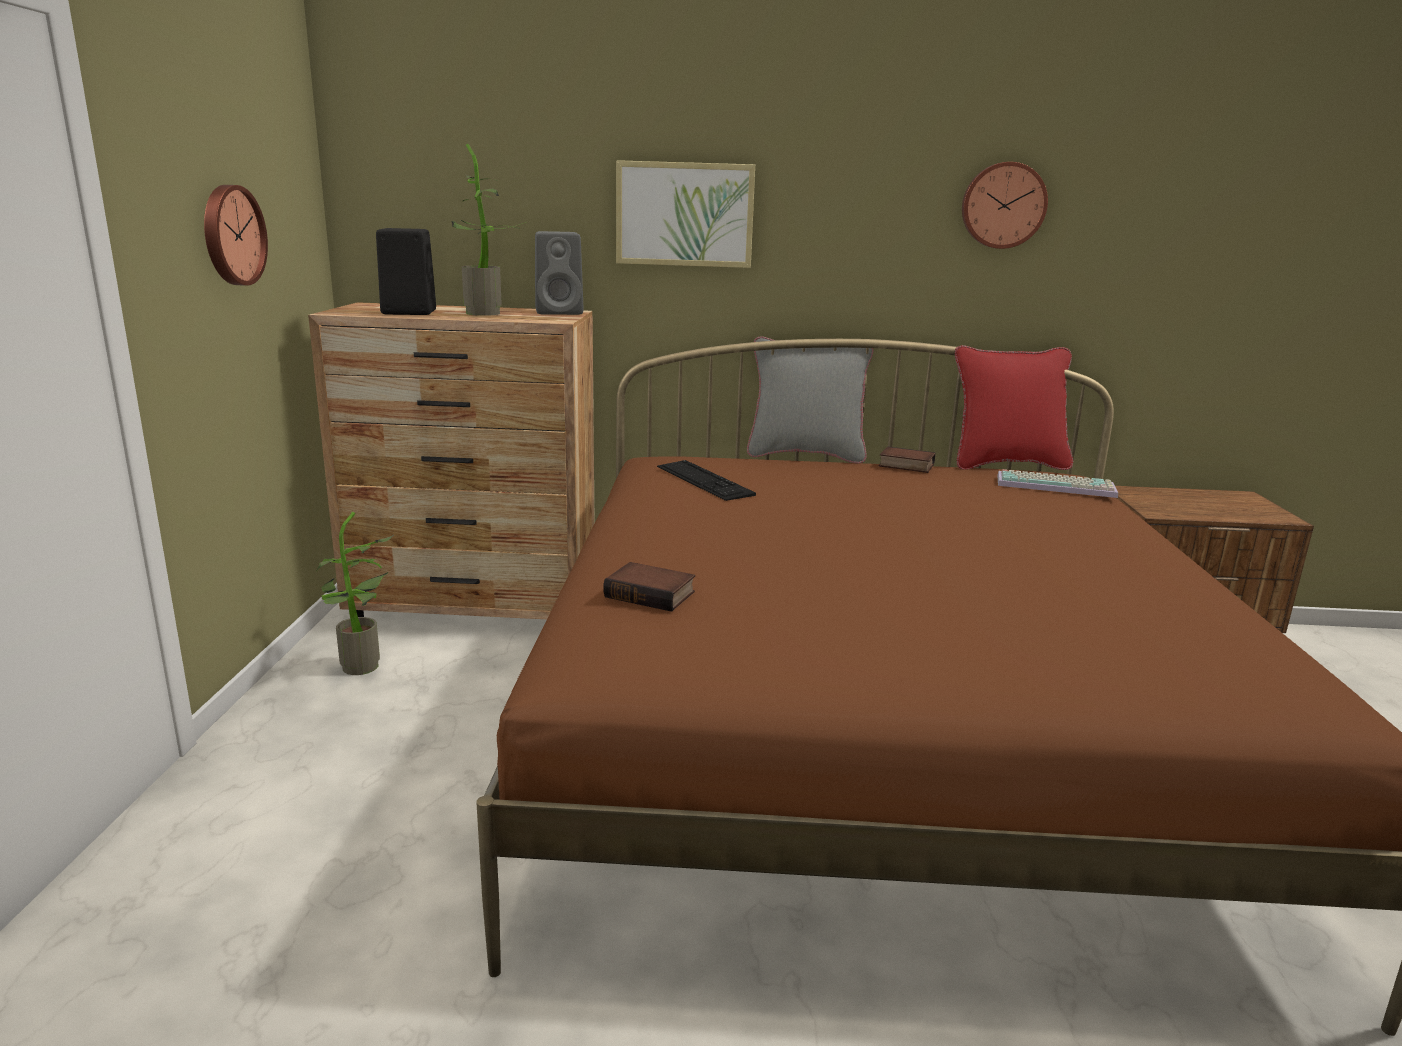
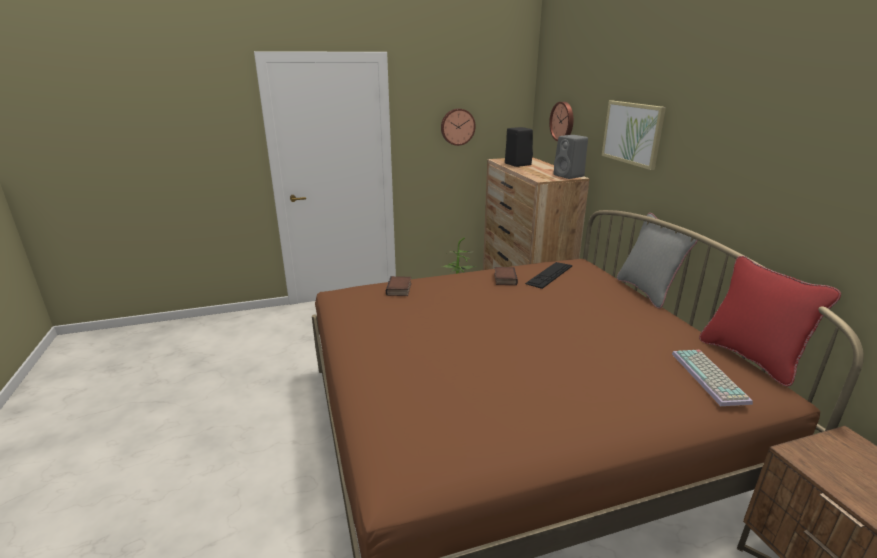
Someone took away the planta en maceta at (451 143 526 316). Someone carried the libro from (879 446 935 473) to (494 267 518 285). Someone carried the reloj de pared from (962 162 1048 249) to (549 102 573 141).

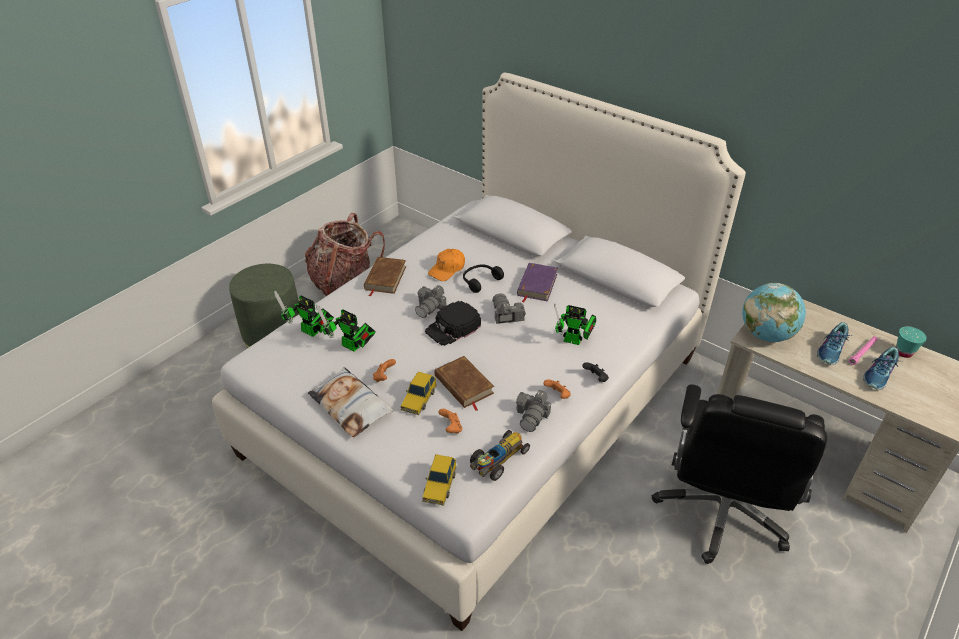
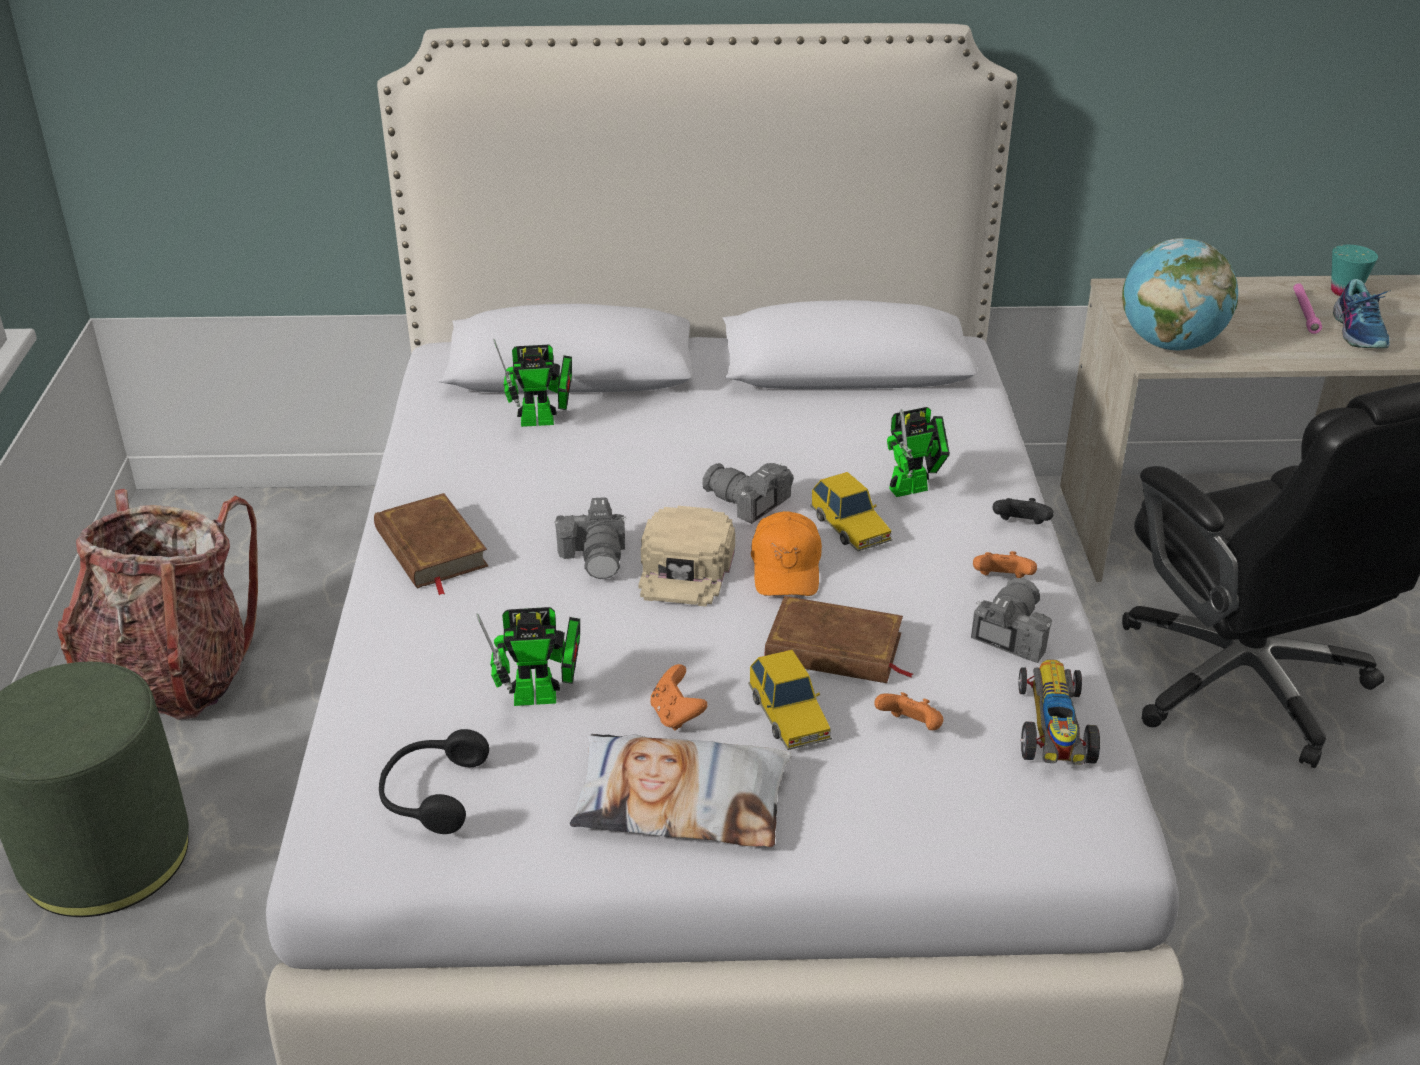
Someone carried the robot de juguete from (274 291 334 337) to (493 339 572 427). Someone carried the coche de juguete from (422 454 457 506) to (810 472 893 551). Someone repainted the gorra [negro] at (425 301 481 346), which became the gorra [beis] at (638 506 735 607). Someone carried the gorra [naranja] from (428 249 465 281) to (751 511 822 596). Someone carried the auriculares [negro] from (463 264 504 293) to (379 729 489 834). Someone rotated the cámara at (516 390 551 432) by 135 degrees counterclockwise. Someone took away the libro [morado] at (517 263 558 303). Someone took away the zapato at (817 322 851 365).

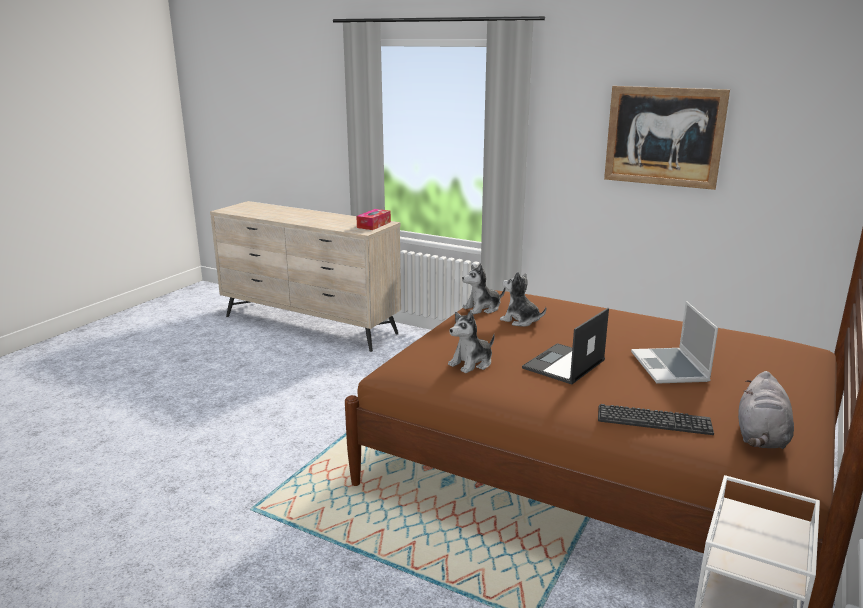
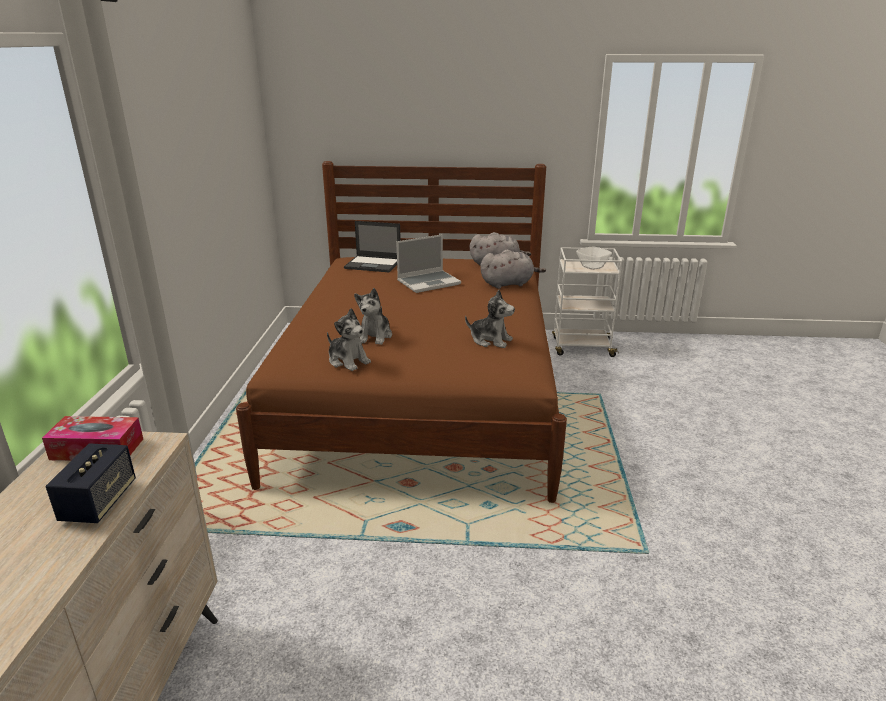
Someone carried the portátil from (522 308 609 384) to (344 221 401 273). Someone swapped the teclado at (598 404 714 435) for the peluche [gris] at (480 250 546 289). Someone took away the cuadro at (604 86 730 190). Someone put down the altavoz at (46 443 136 523). Someone put down the cuenco at (576 247 612 270).

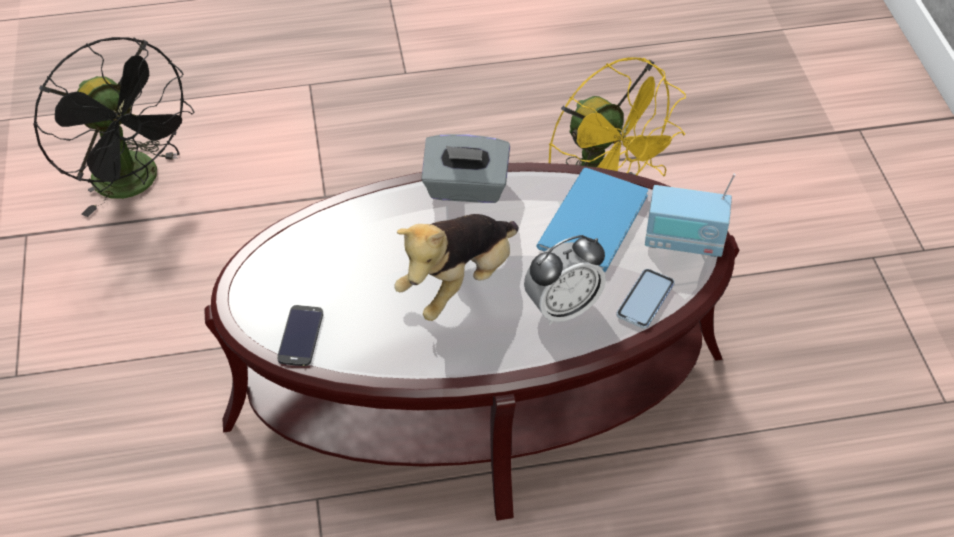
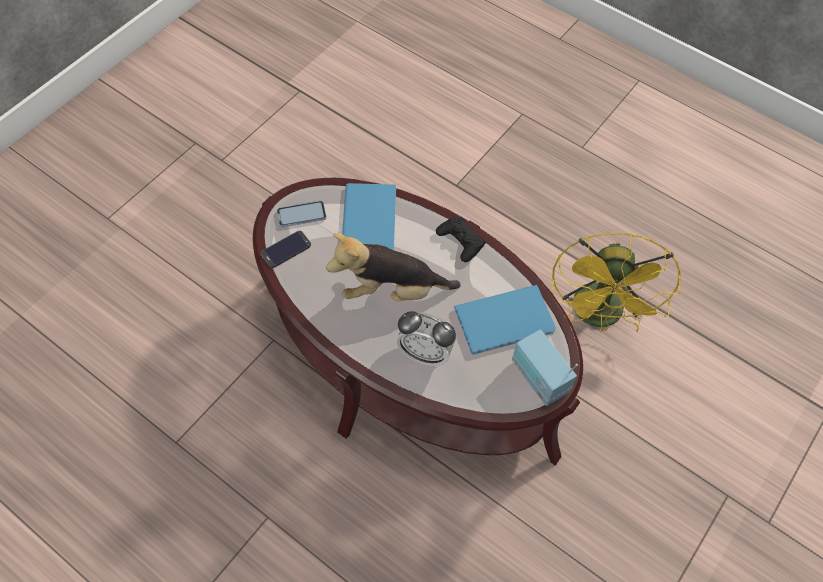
Someone took away the ventilador [negro] at (33 37 195 217). Someone swapped the caja de pañuelos [gris] at (421 134 510 203) for the mando de consola [negro] at (436 216 486 262). Someone carried the móvil from (616 269 675 329) to (277 201 327 227). Someone put down the libro [azul] at (342 183 396 250).

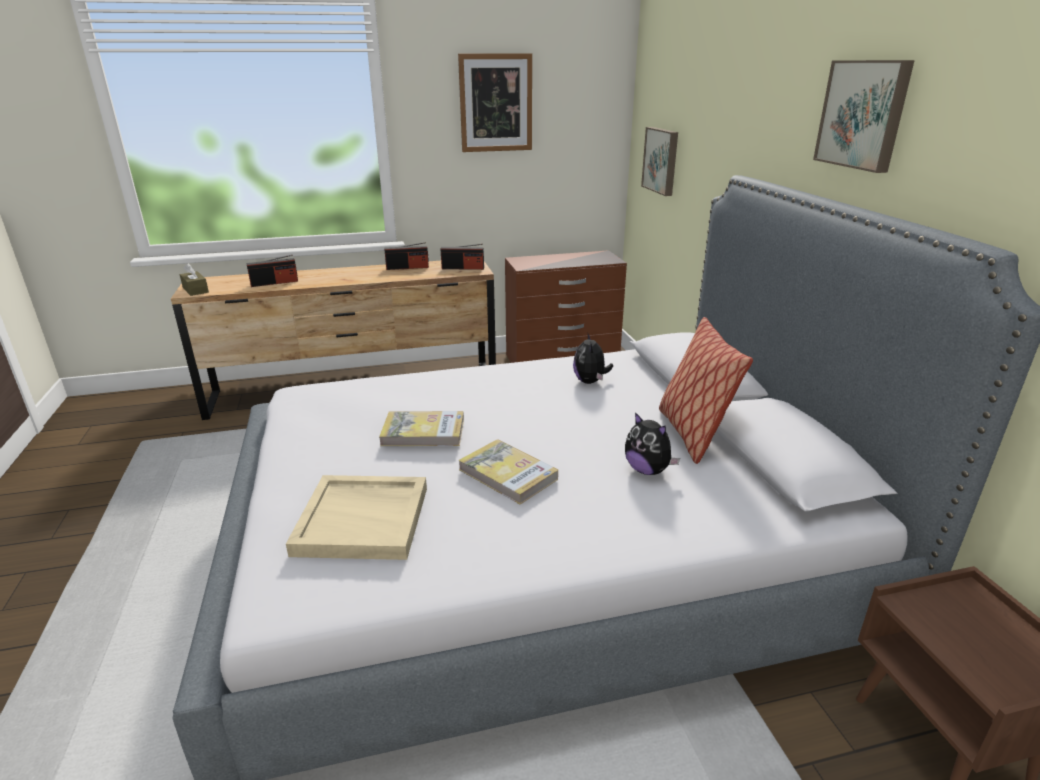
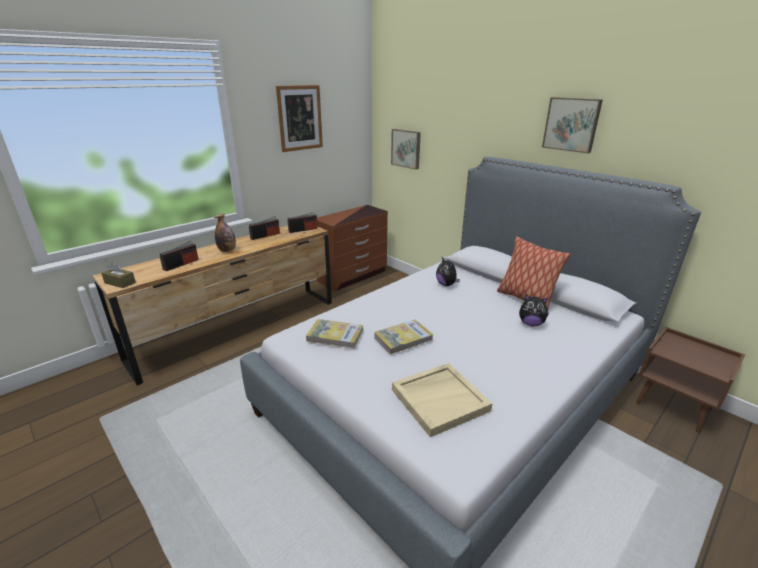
Someone carried the libro from (458 439 558 504) to (306 319 363 349). Someone put down the botella at (214 214 236 252).

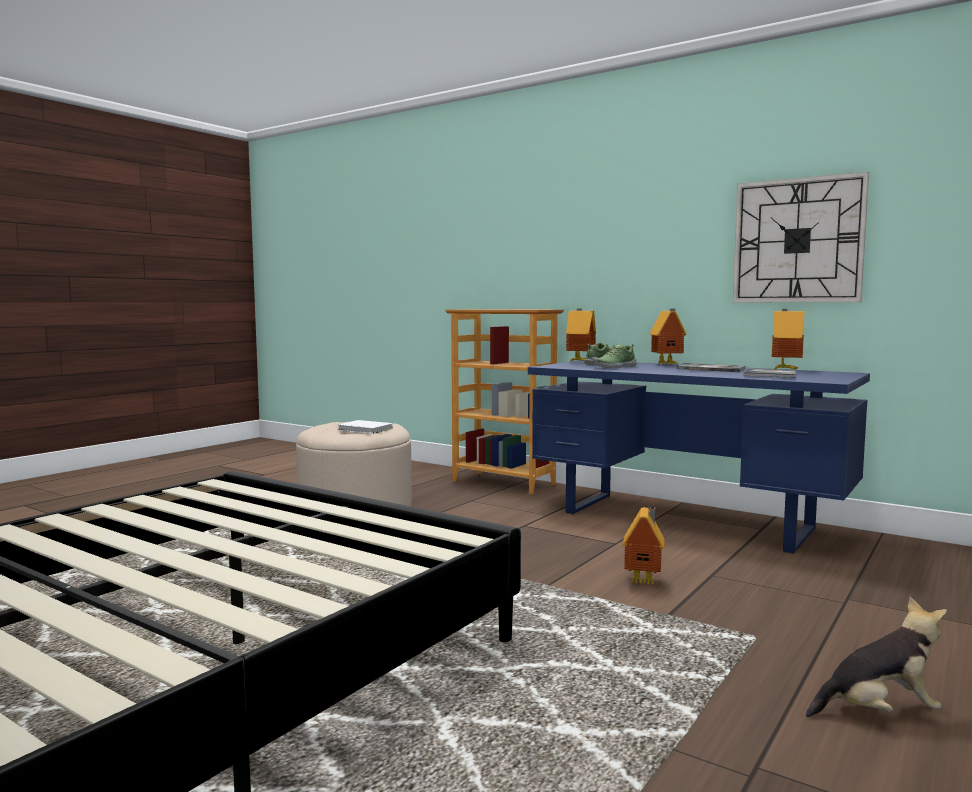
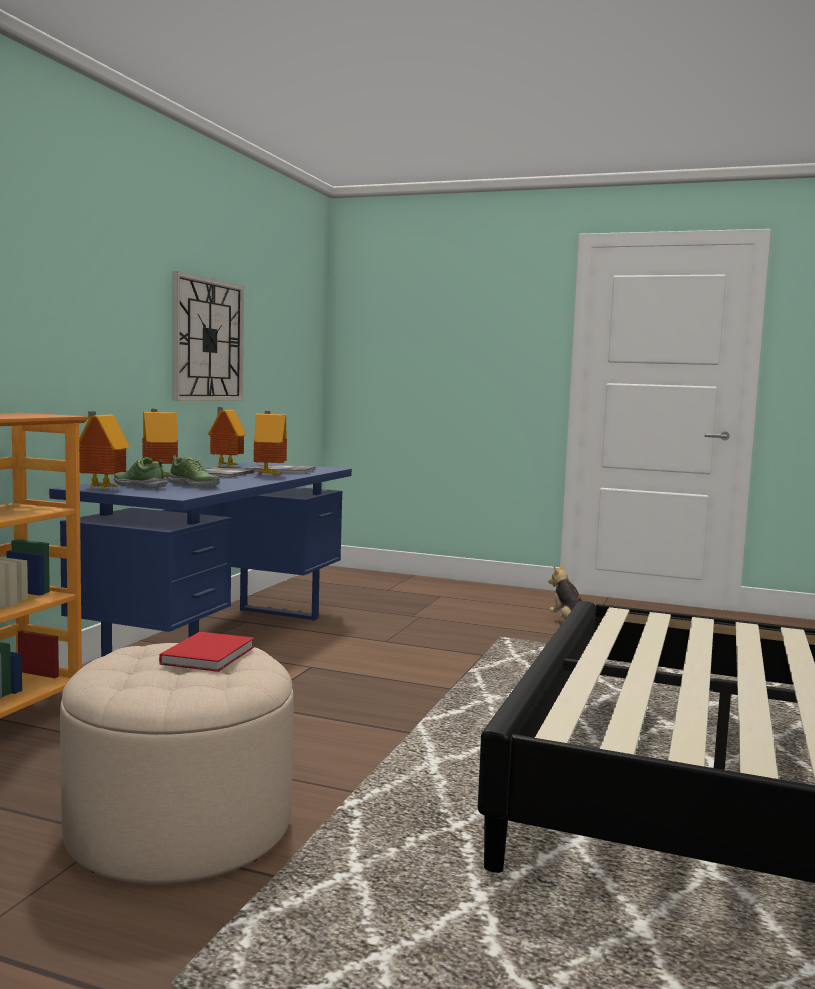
Someone repainted the libro [blanco] at (338 420 393 434), which became the libro [rojo] at (159 632 254 672). Someone carried the casita from (622 507 665 585) to (254 411 287 476).

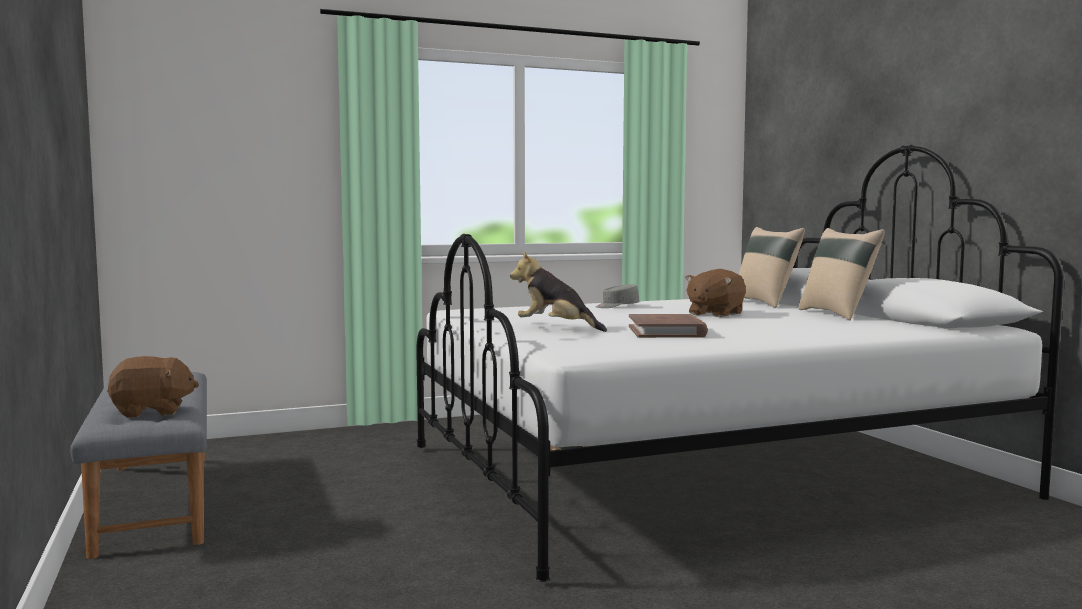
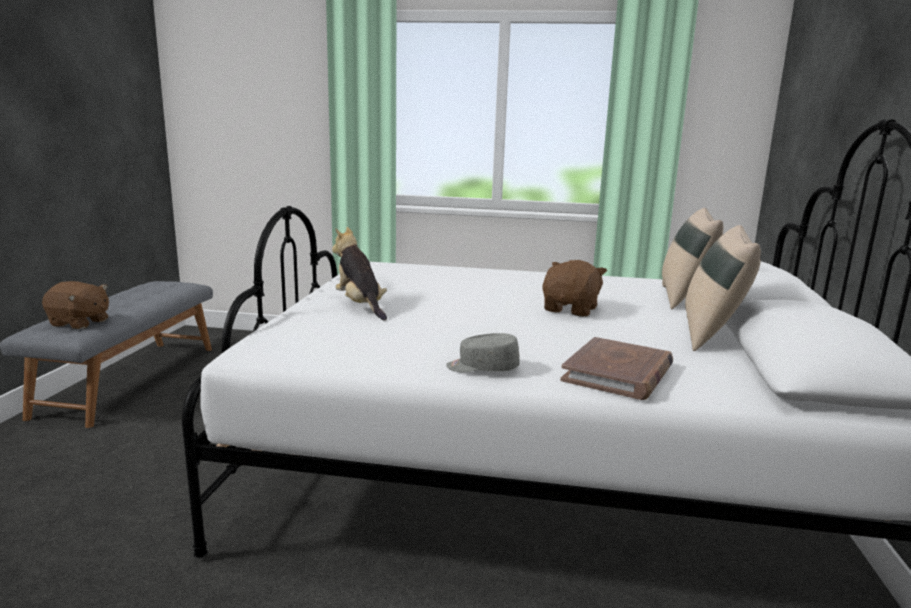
Someone carried the gorra [gris] from (596 284 639 308) to (446 333 520 373). Someone carried the libro [marrón] from (629 314 708 338) to (560 337 673 400). Someone rotated the peluche [marrón] at (685 269 746 317) by 135 degrees clockwise.

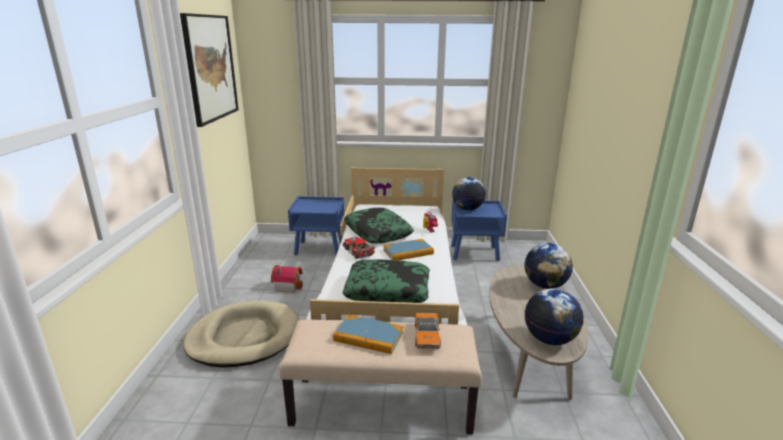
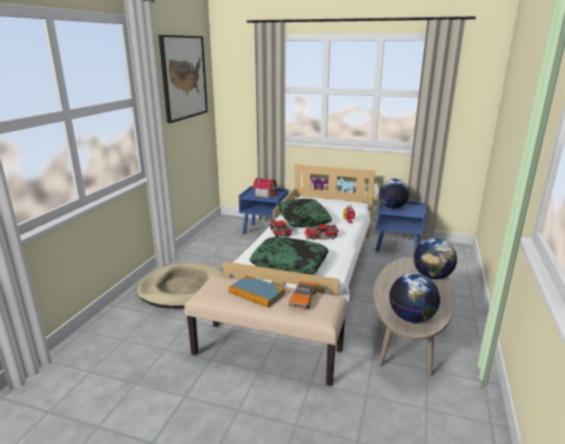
Someone carried the casita from (271 265 303 293) to (253 178 277 198). Someone swapped the libro at (383 239 434 260) for the coche de juguete at (304 225 339 240).

